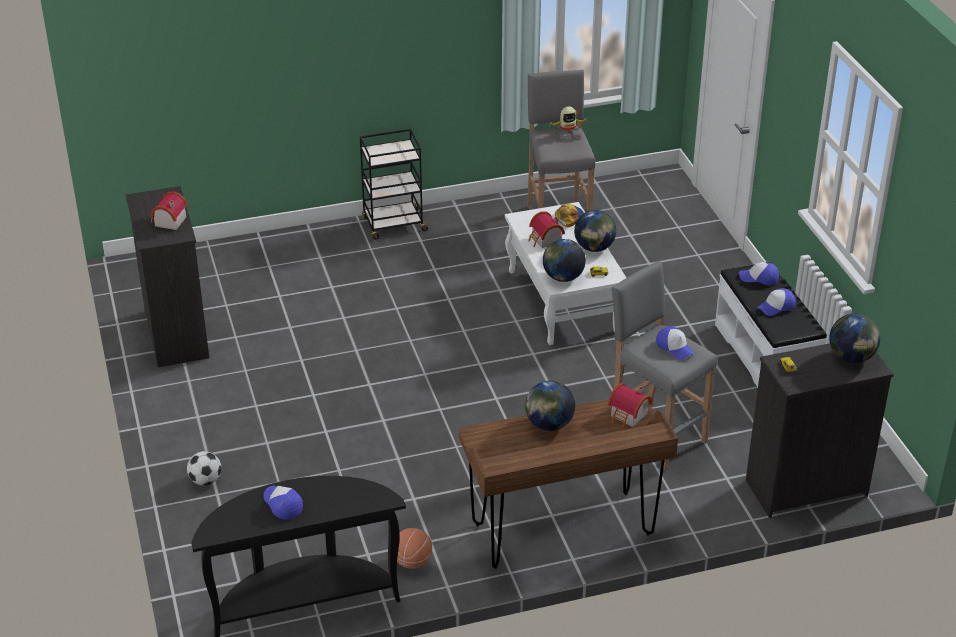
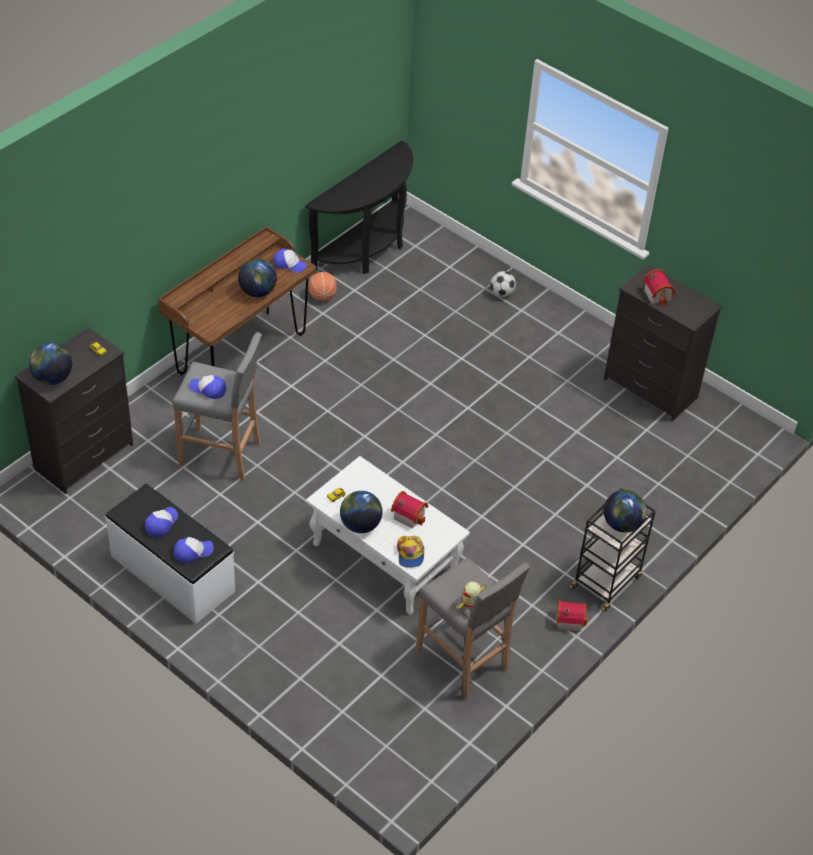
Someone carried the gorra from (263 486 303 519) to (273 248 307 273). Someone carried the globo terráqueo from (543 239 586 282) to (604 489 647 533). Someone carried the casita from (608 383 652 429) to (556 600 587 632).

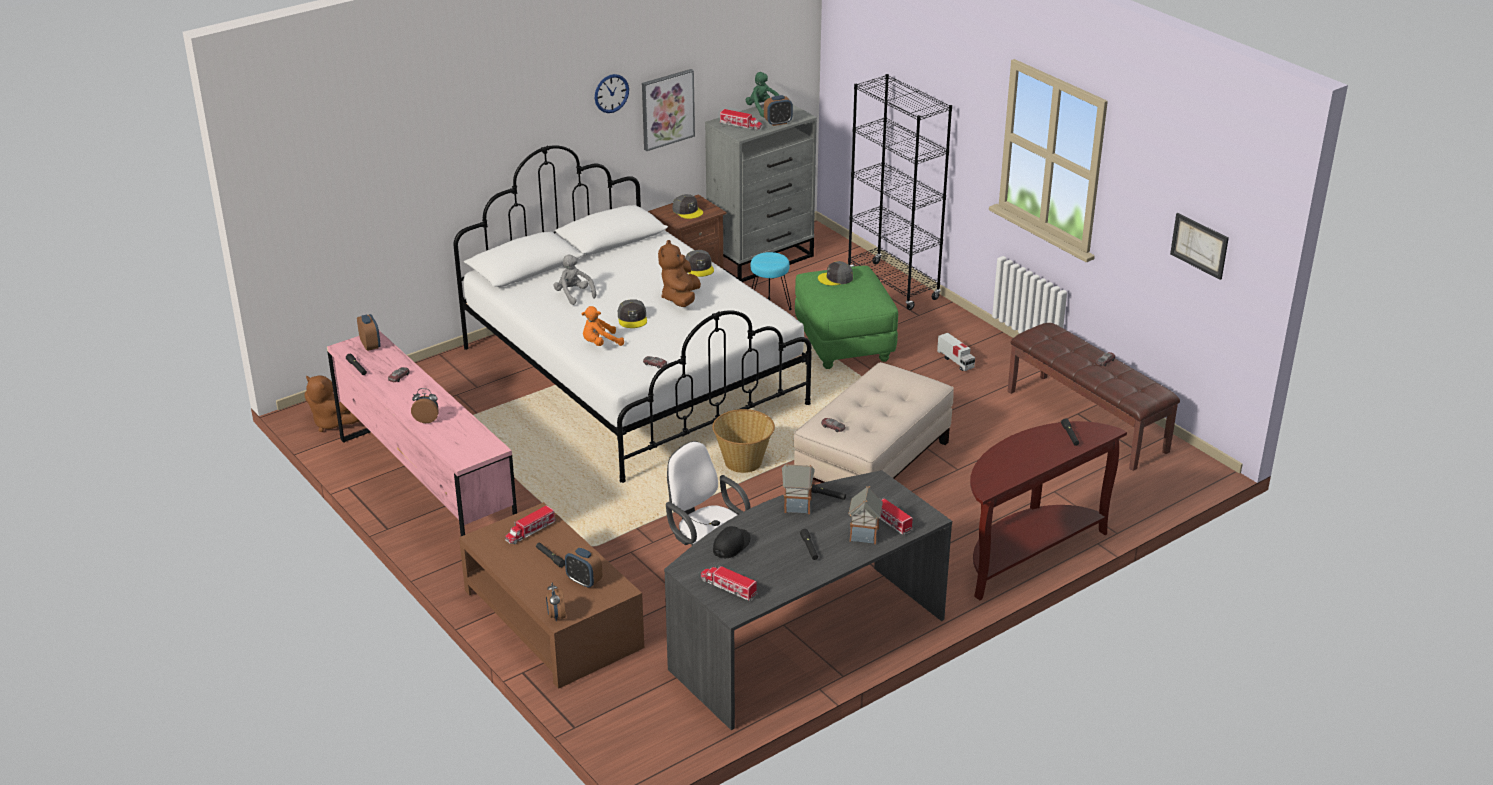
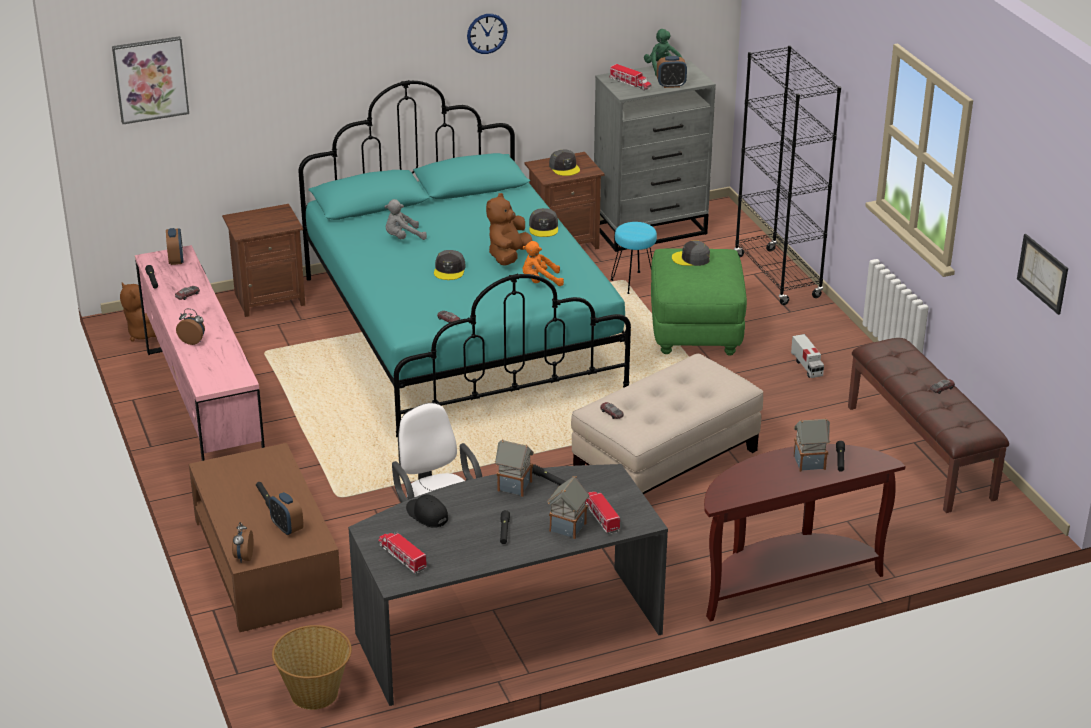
Someone repainted the cama [blanco] at (453 145 812 483), which became the cama [turquesa] at (298 80 631 438). Someone took away the camión de juguete at (505 505 556 544). Someone rotated the peluche [gris] at (554 254 596 305) by 90 degrees counterclockwise. Someone carried the peluche [naranja] from (582 306 624 346) to (523 241 564 286). Someone carried the cuadro from (642 69 695 151) to (112 36 189 124). Someone carried the cesta from (713 409 775 473) to (272 625 352 710). Someone rotated the gorra [negro] at (713 526 750 558) by 90 degrees counterclockwise. Someone put down the mesita de noche [marrón] at (222 204 305 317). Someone put down the casita at (793 418 830 472).

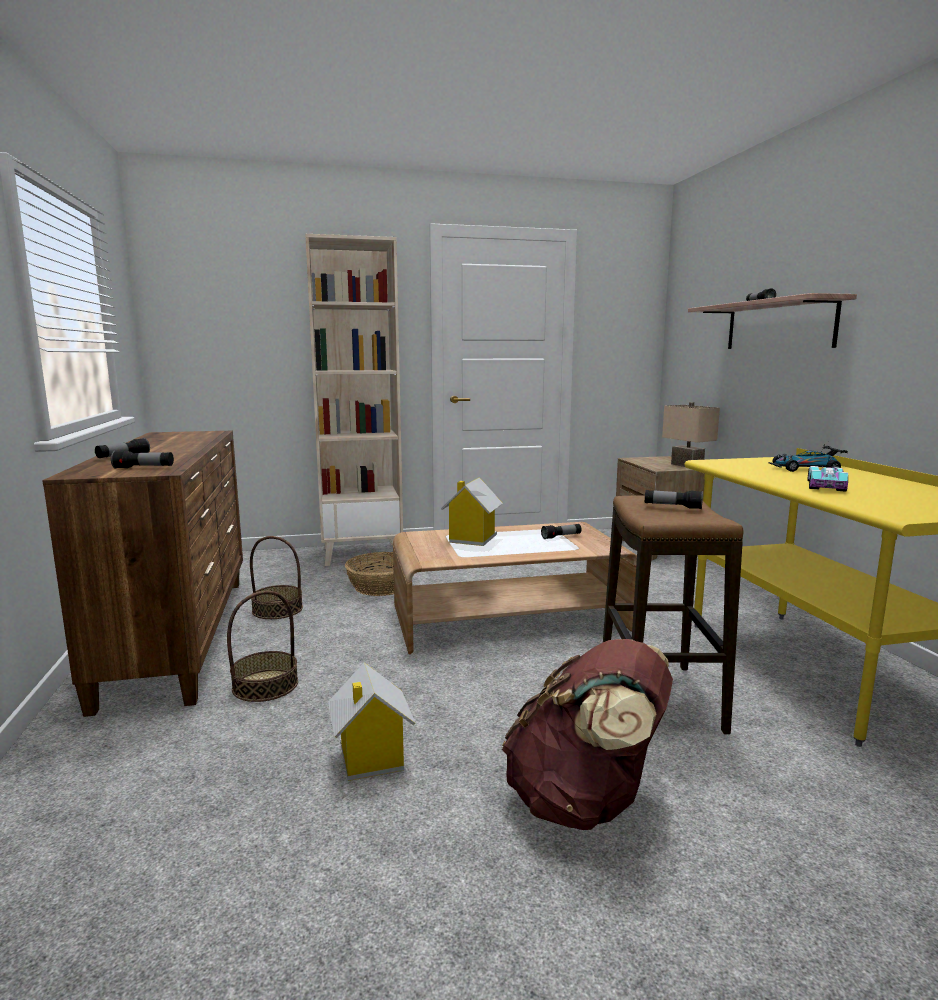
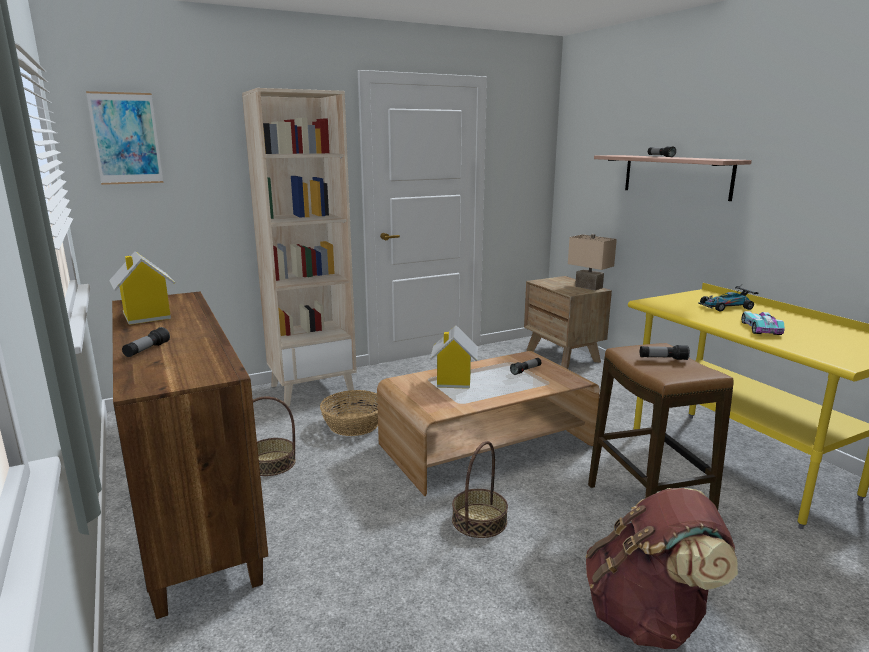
Someone took away the linterna at (111 450 174 469). Someone carried the cesta from (227 591 298 702) to (452 441 508 538). Someone carried the casita from (328 662 415 781) to (109 251 175 325). Someone put up the cuadro at (86 91 164 185).

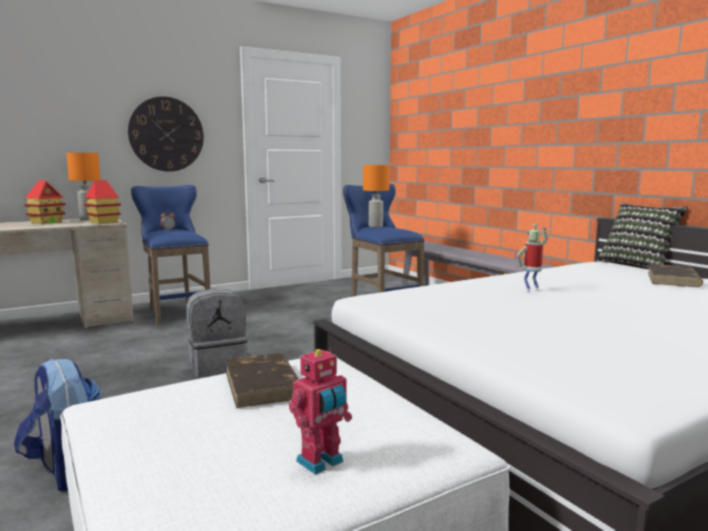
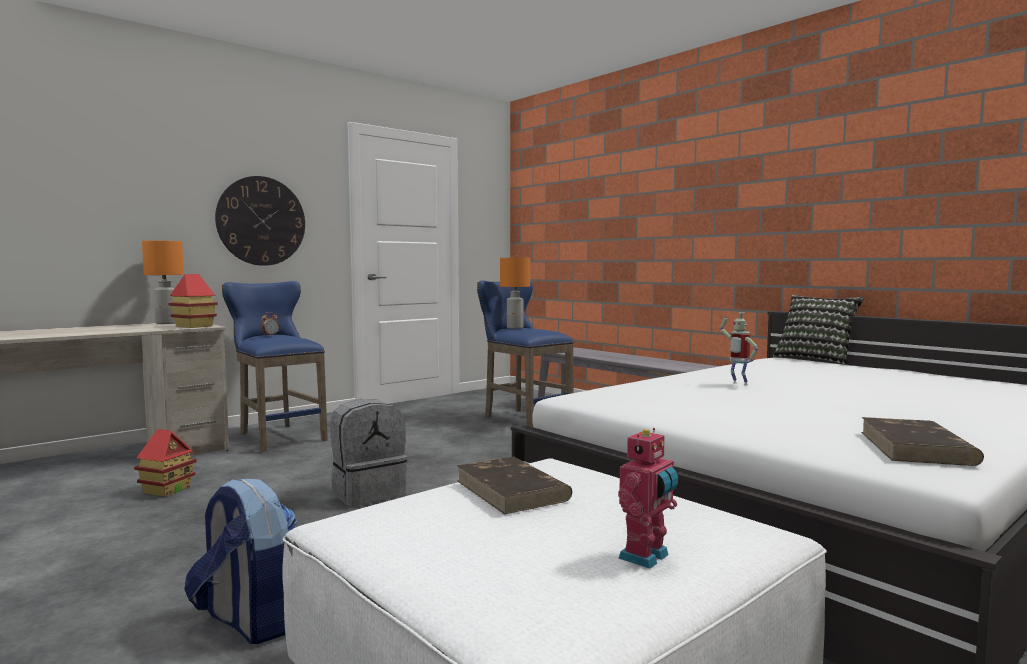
Someone carried the casita from (24 180 66 224) to (134 429 196 497). Someone rotated the robot de juguete at (516 224 548 292) by 90 degrees counterclockwise. Someone carried the libro [marrón] from (648 264 703 287) to (861 417 984 466).

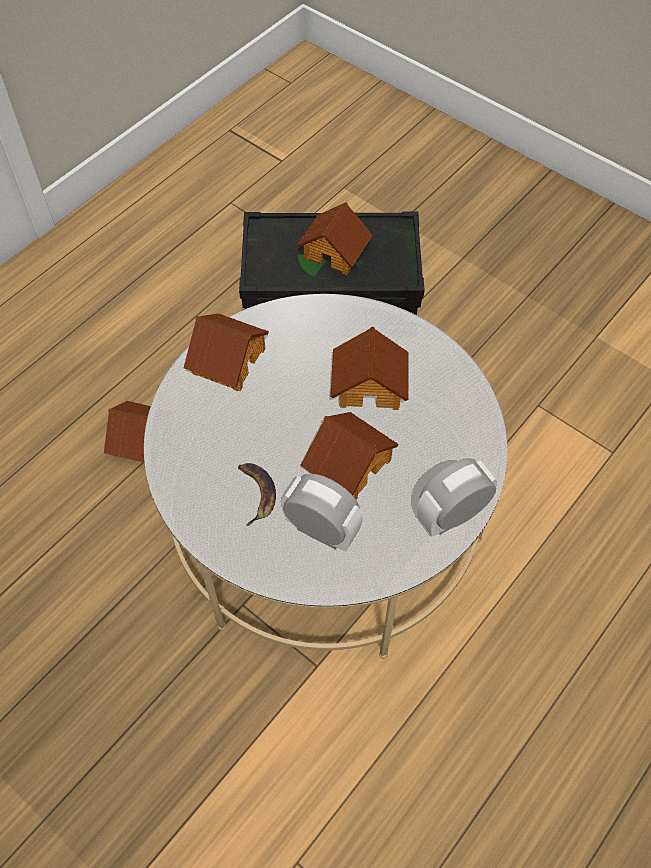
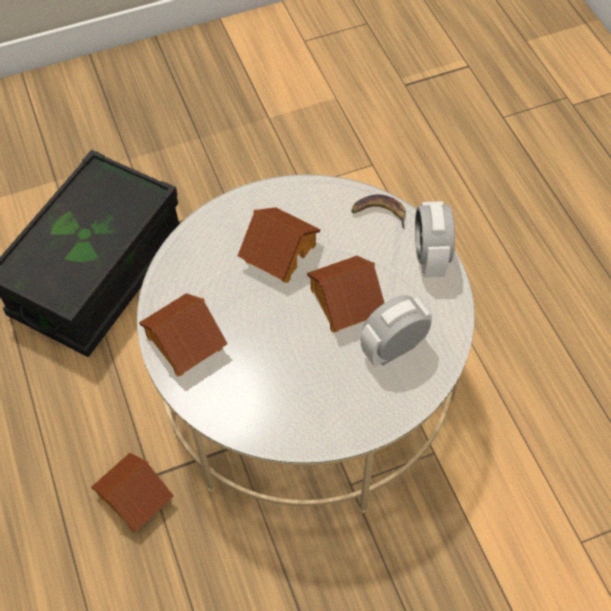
Someone carried the plátano from (238 463 276 526) to (351 194 406 229). Someone took away the casita at (296 202 373 275).

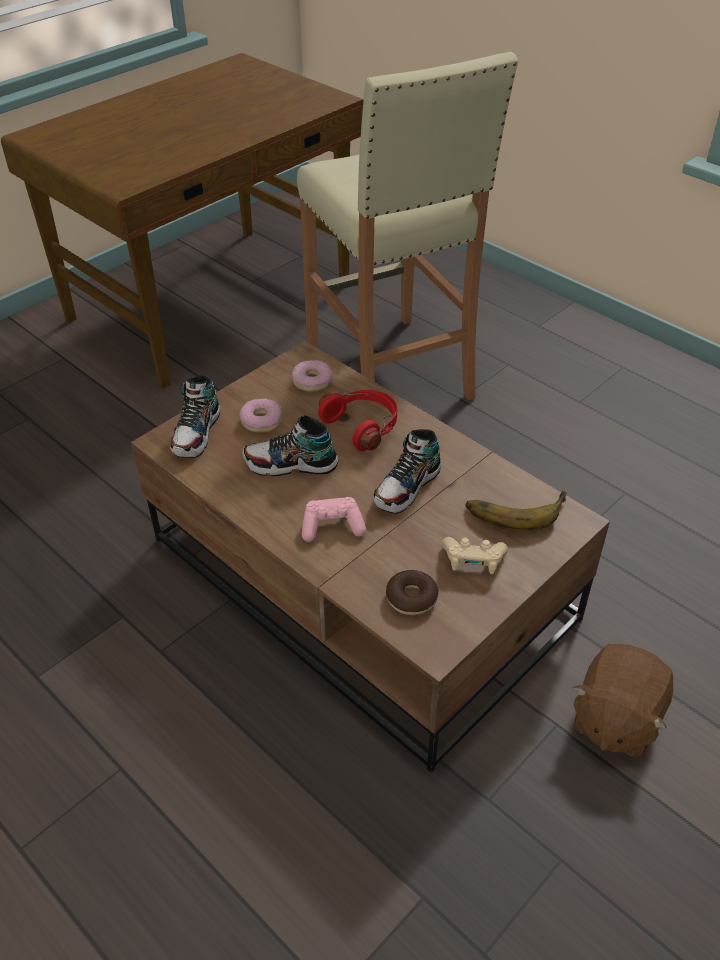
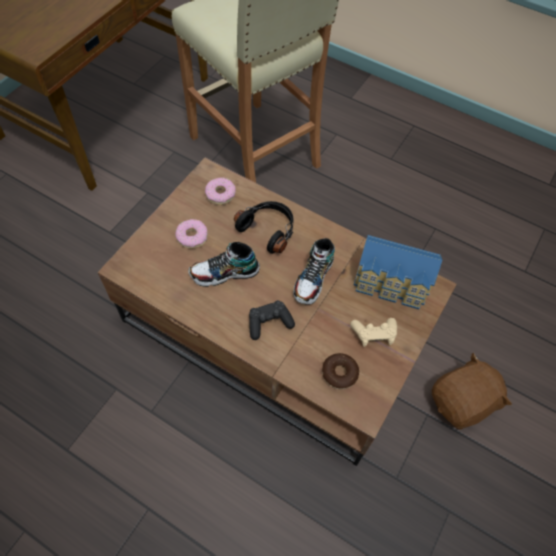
Someone took away the zapato at (170 375 220 458). Someone repainted the mando de consola [rosa] at (302 497 366 542), which became the mando de consola [negro] at (249 300 295 340). Someone repainted the auriculares [rojo] at (318 390 397 451), which became the auriculares [negro] at (234 201 294 254). Someone swapped the plátano at (466 491 567 532) for the casita at (354 235 442 309). Someone rotated the peluche [marrón] at (573 644 673 758) by 135 degrees counterclockwise.

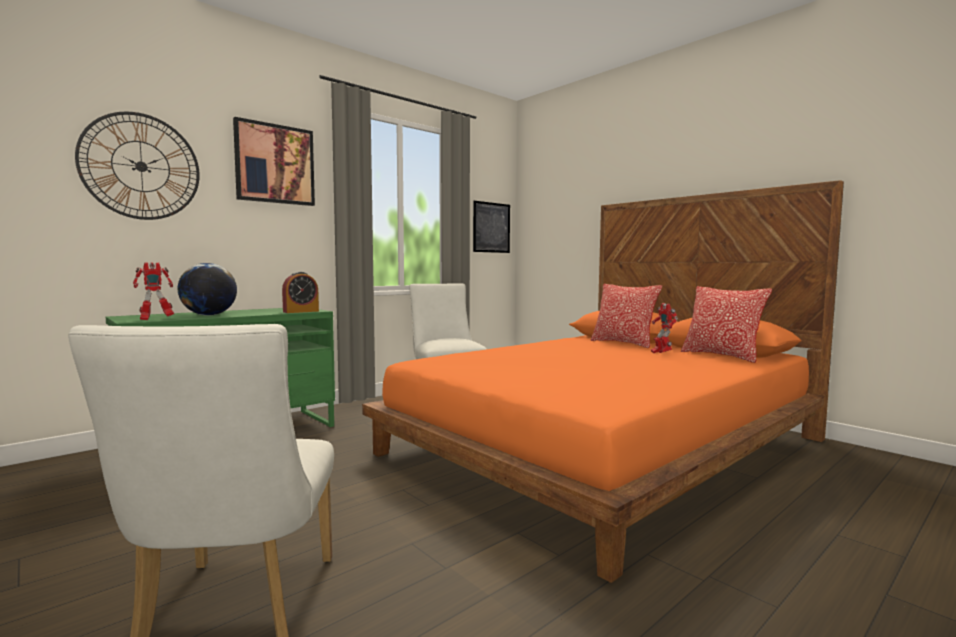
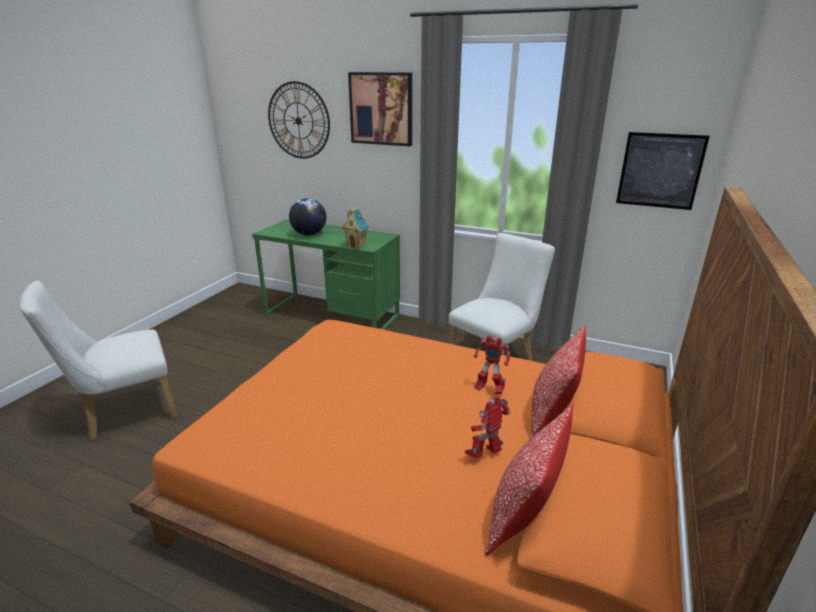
Someone carried the robot de juguete from (133 262 174 320) to (474 335 510 394). Someone swapped the despertador at (282 272 319 313) for the casita at (341 207 370 249).

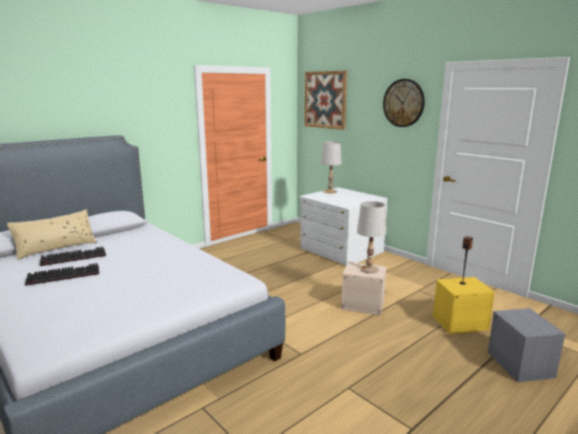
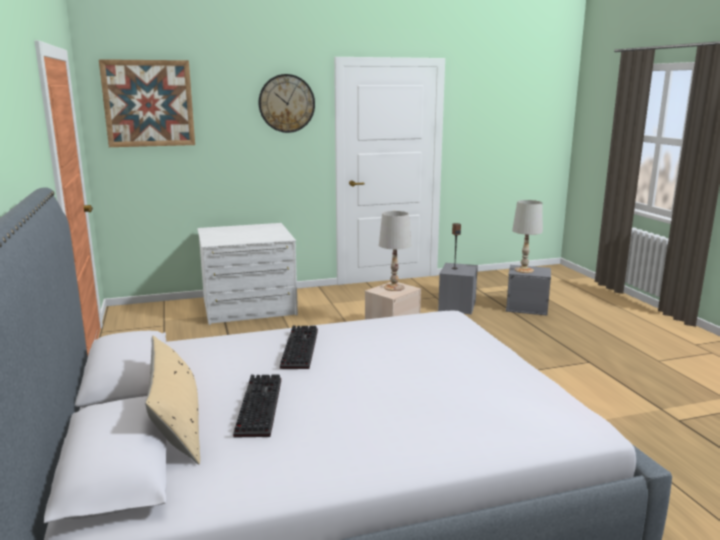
Someone carried the teclado from (25 263 99 286) to (280 325 318 369). Someone carried the lámpara de mesa [blanco] from (321 141 342 194) to (512 200 543 273). Someone repainted the caja de almacenaje [amarillo] at (432 277 495 334), which became the caja de almacenaje [gris] at (438 263 478 314).

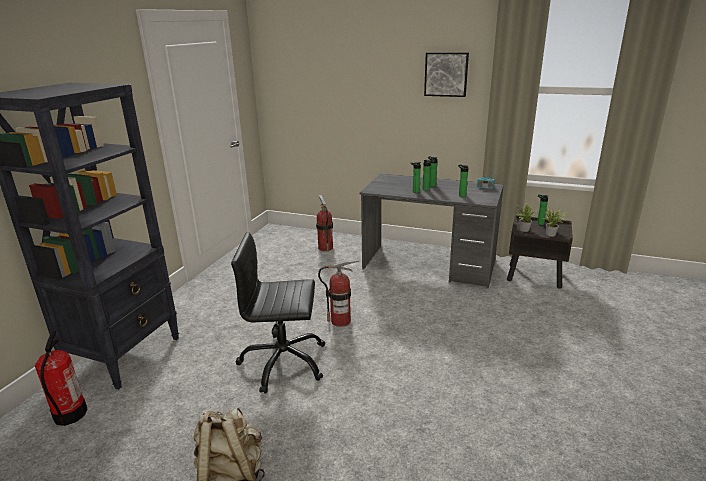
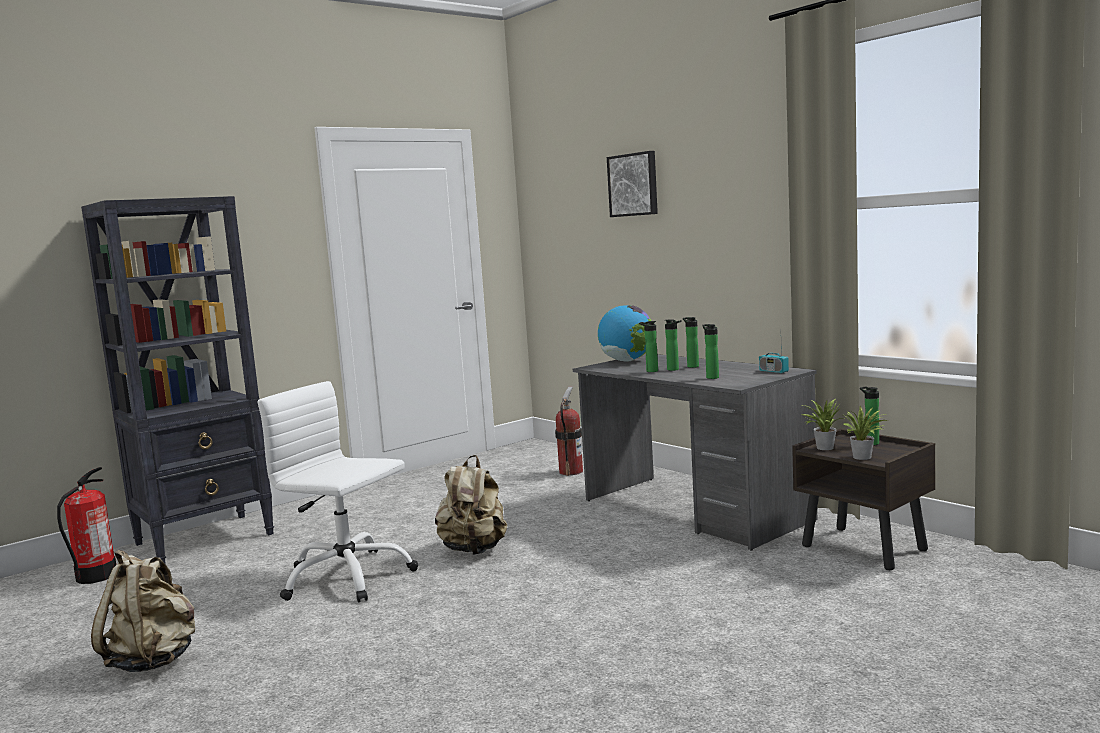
Someone repainted the silla de oficina [negro] at (231 232 325 394), which became the silla de oficina [blanco] at (258 381 418 602). Someone swapped the extintor at (318 259 359 327) for the mochila [beis] at (435 455 507 555). Someone carried the cuadro from (424 52 469 97) to (607 151 658 217). Someone put down the globo terráqueo at (598 305 651 361).

